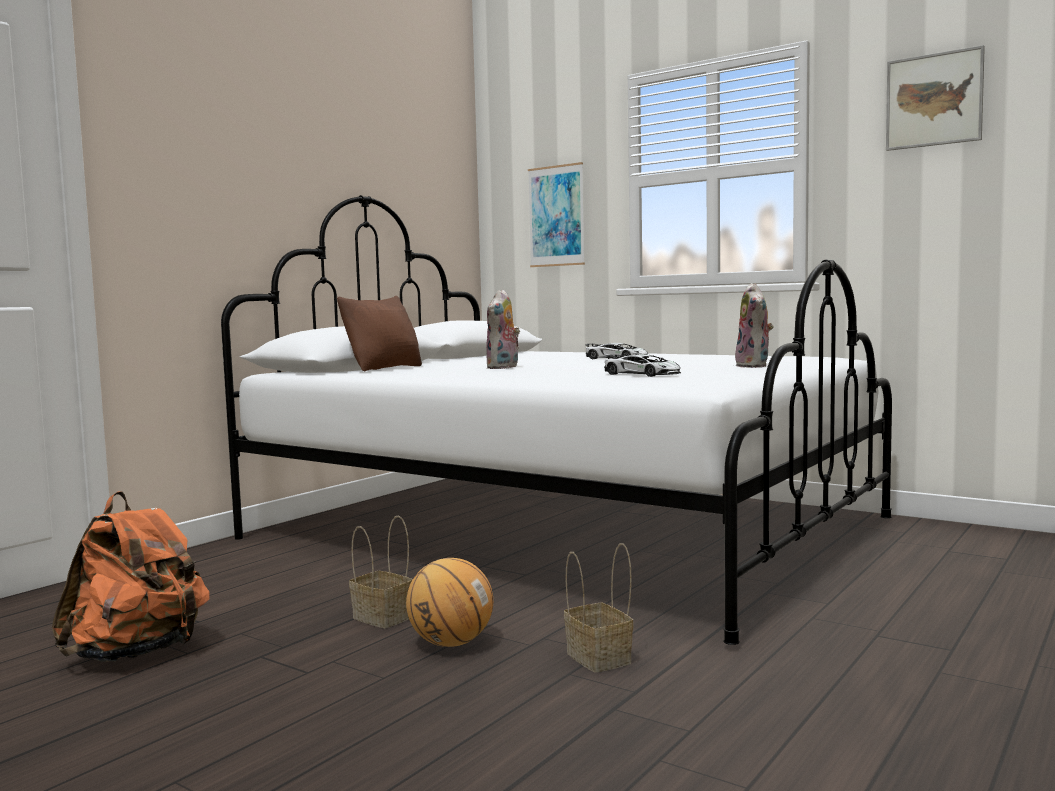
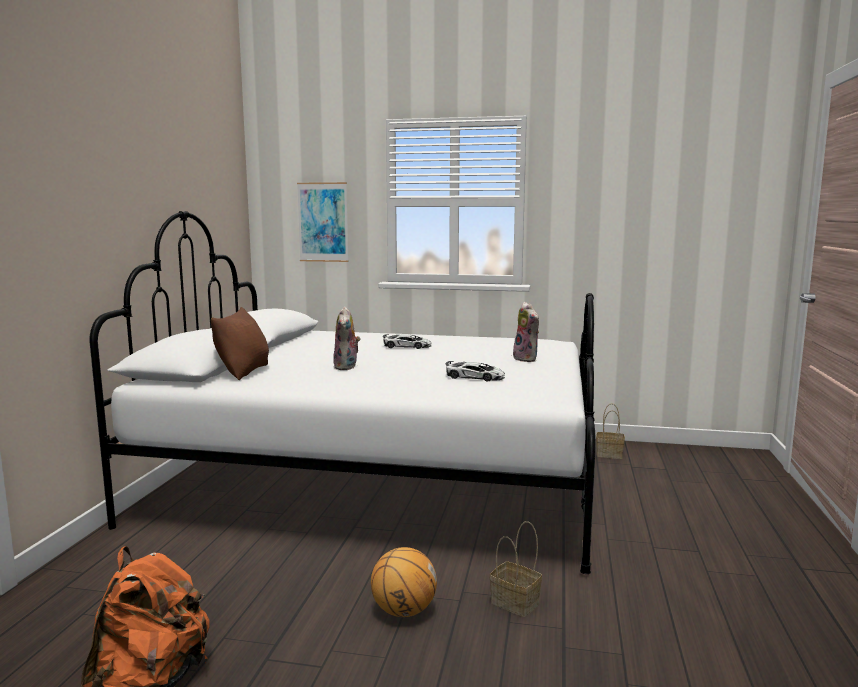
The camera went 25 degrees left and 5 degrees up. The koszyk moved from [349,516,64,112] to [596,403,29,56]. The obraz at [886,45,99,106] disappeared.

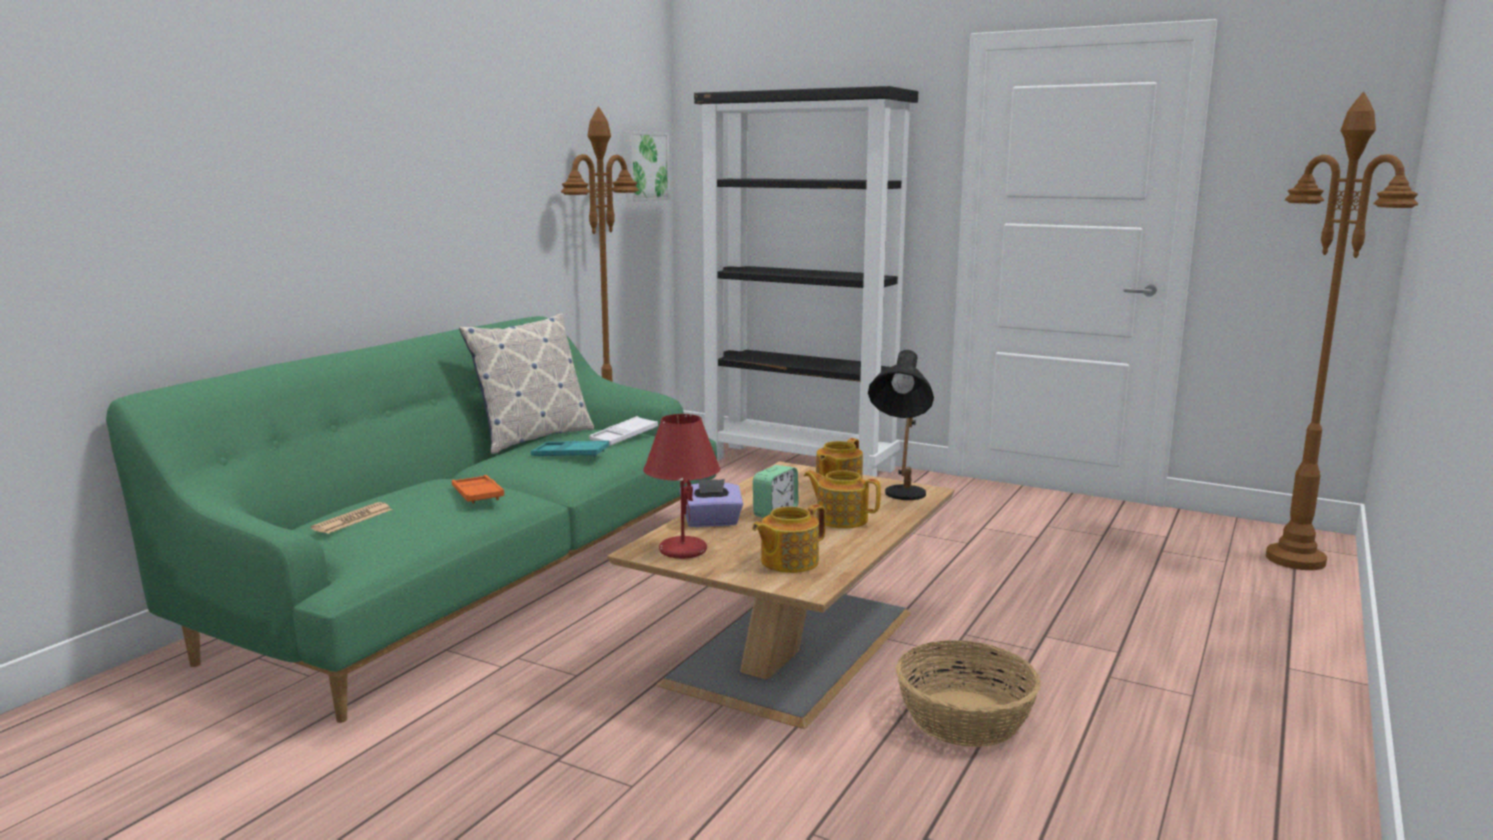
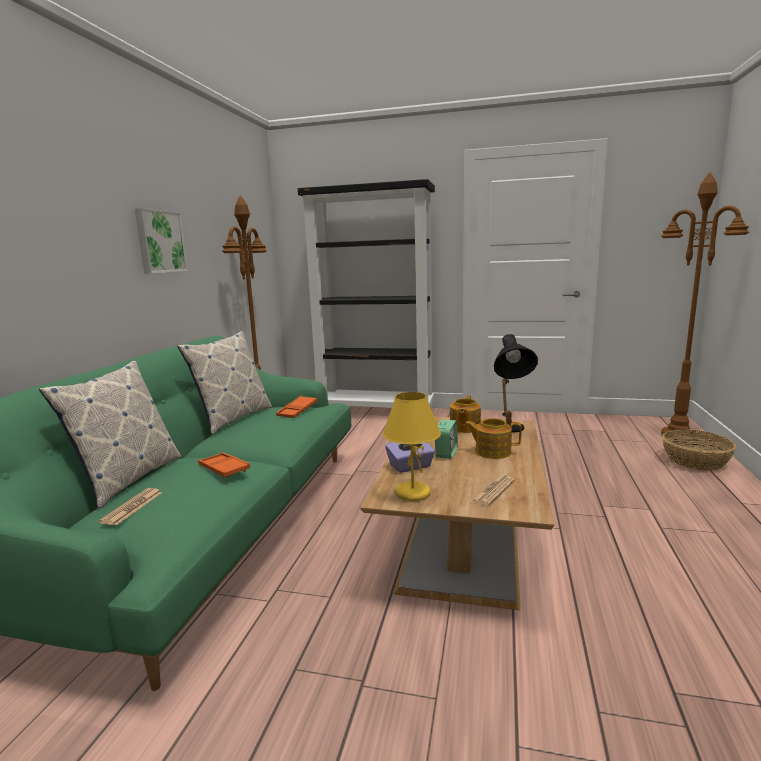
The camera went 15 degrees left and 0 degrees up. The poduszka at [39,361,142,148] appeared. The obraz moved from [624,131,46,71] to [135,208,53,66]. The taca/biały at [589,416,69,30] became the taca/pomarańczowy at [276,396,42,22]. The lampa stołowa/czerwony at [643,414,77,145] became the lampa stołowa/żółty at [383,392,58,109]. The imbryk at [752,504,74,69] was replaced by the gazeta at [471,475,44,31]. The koszyk moved from [896,640,145,107] to [662,429,74,42]. The taca/turkusowy at [531,441,78,16] disappeared.

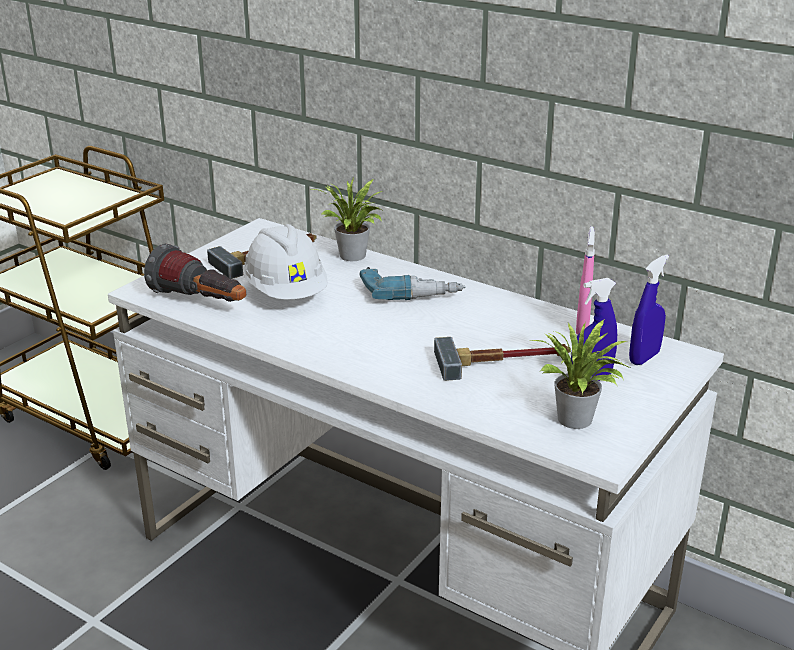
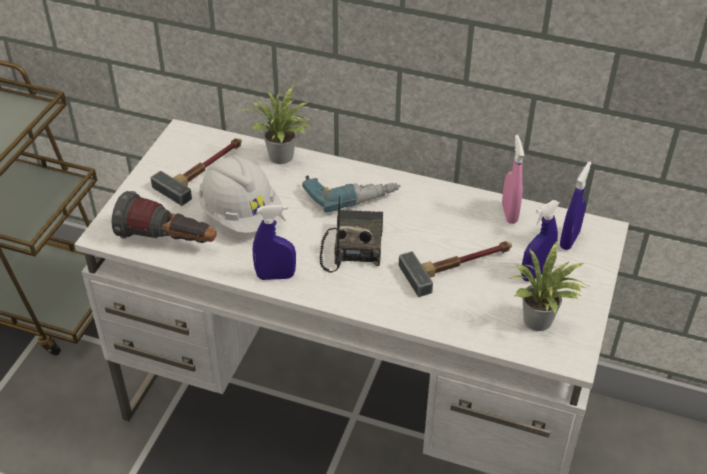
The camera went 15 degrees left and 15 degrees up. The spryskiwacz/niebieski at [253,205,43,75] appeared. The radio at [320,196,63,77] appeared.

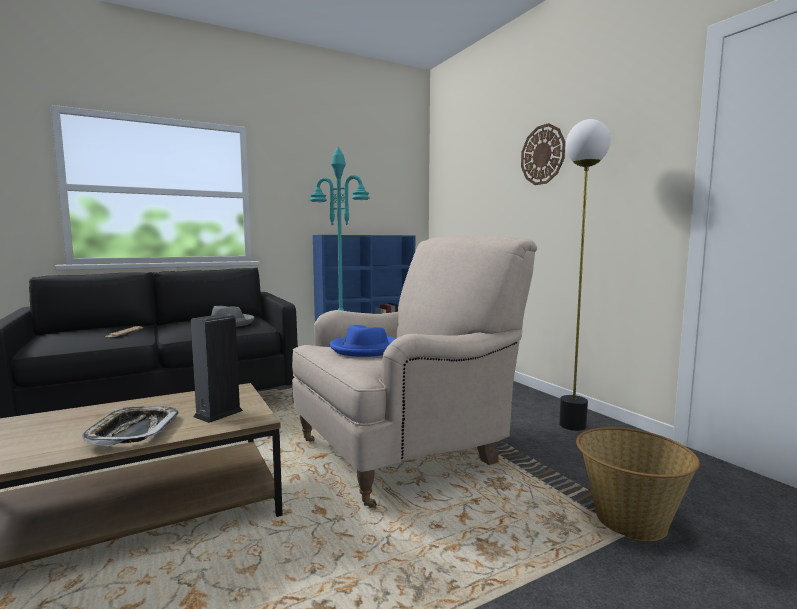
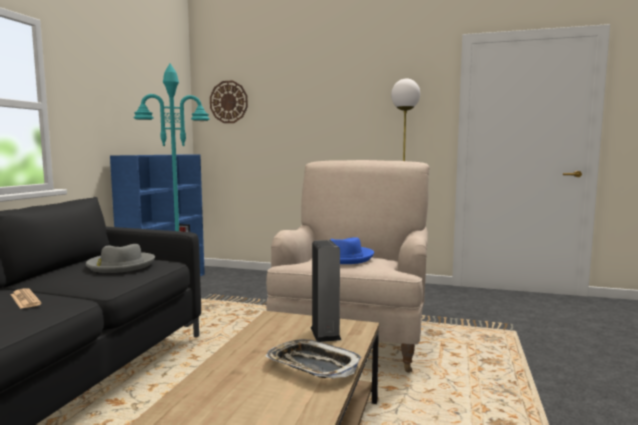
The camera went 45 degrees left and 0 degrees up. The zegar ścienny moved from [521,123,44,62] to [210,81,38,42]. The koszyk at [576,427,124,114] disappeared.

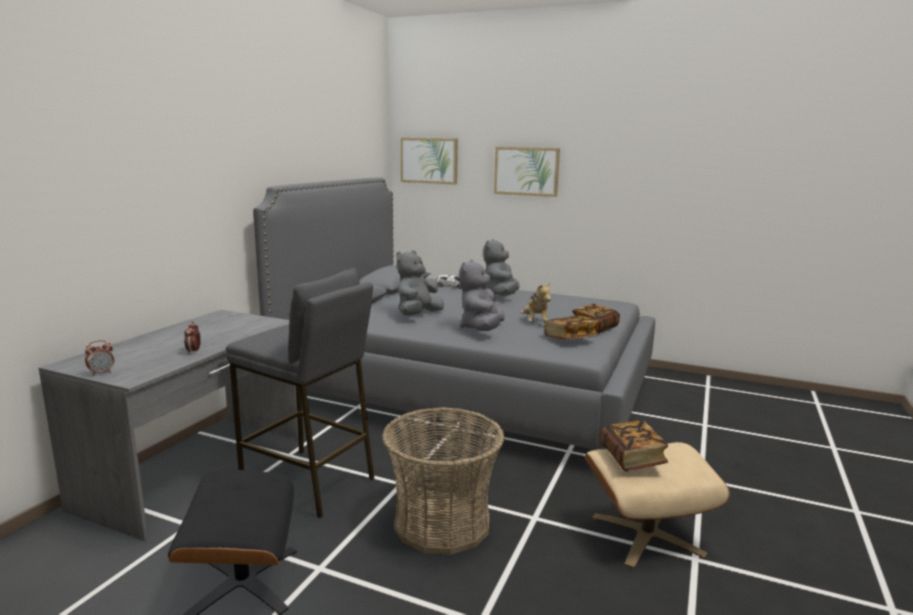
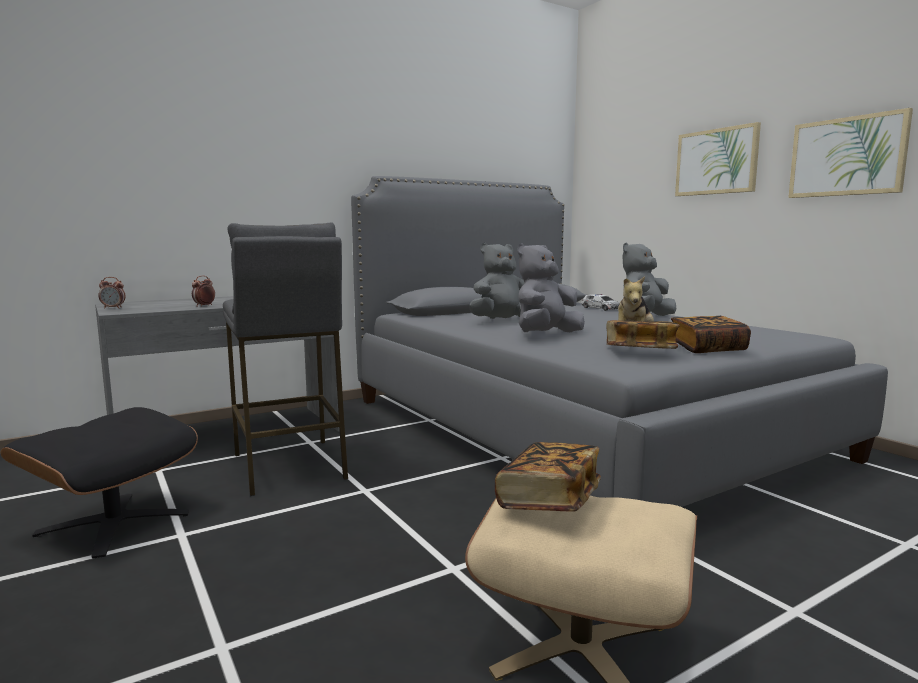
The camera went 35 degrees right and 5 degrees down. The obraz moved from [400,138,58,47] to [788,108,125,90]. The koszyk at [382,407,123,148] disappeared.

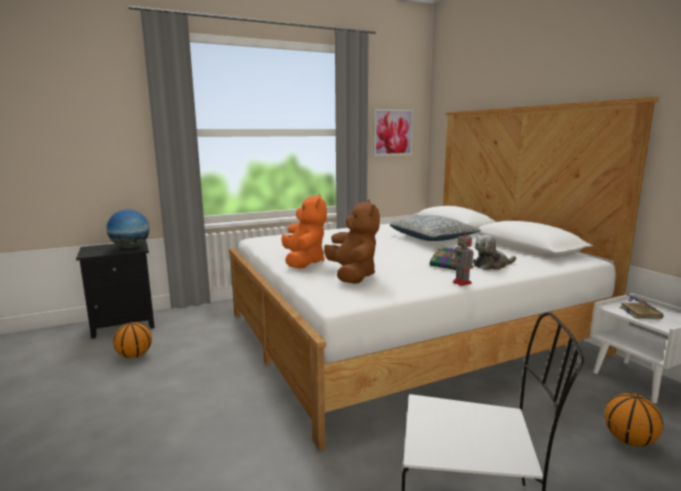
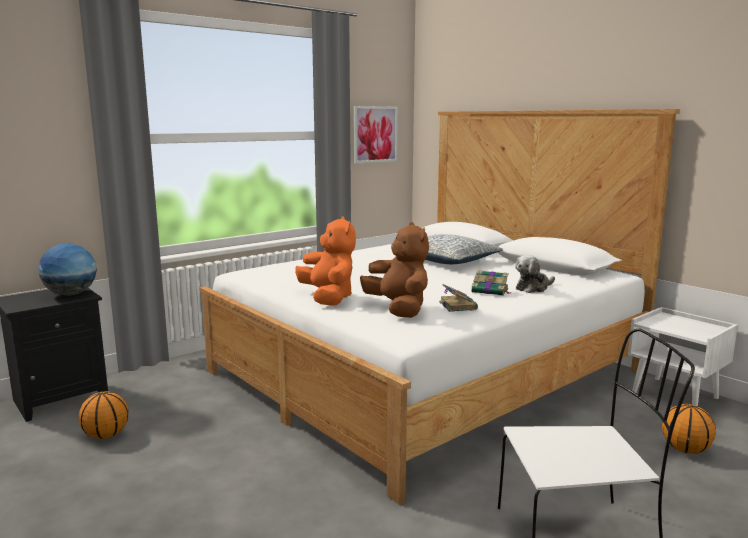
The camera went 15 degrees left and 0 degrees up. The książka moved from [619,292,45,27] to [439,284,39,28]. The robot zabawkowy at [451,231,25,55] disappeared.

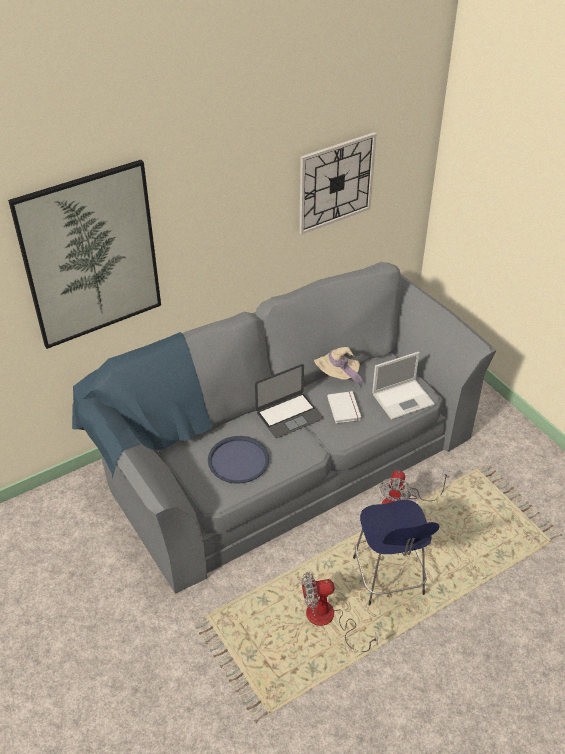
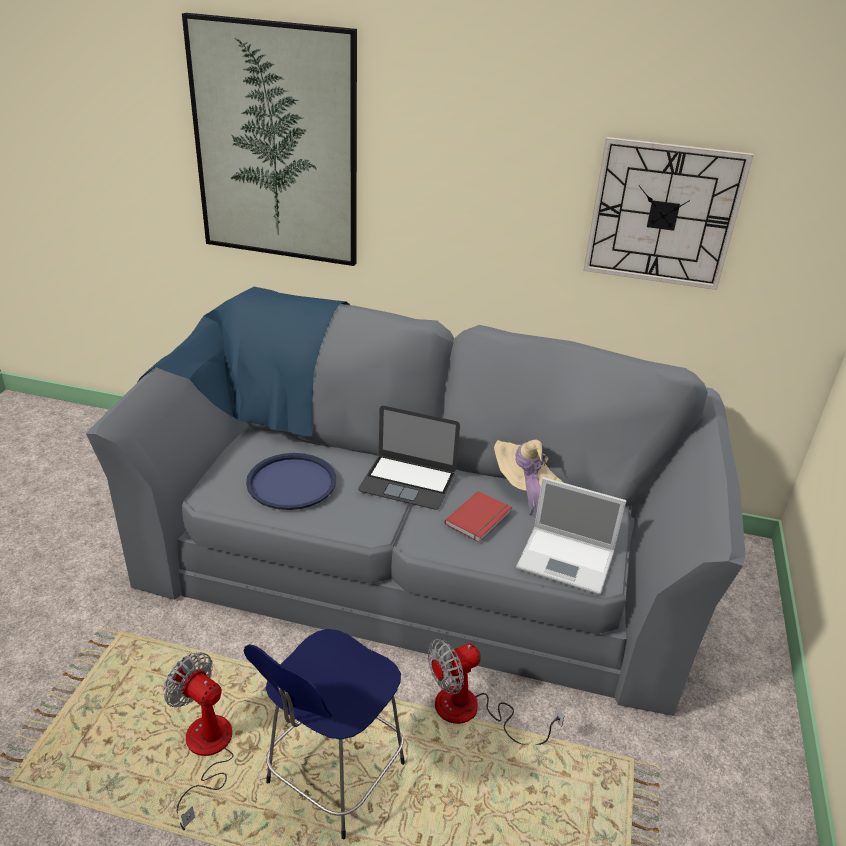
The camera went 45 degrees right and 10 degrees down. The książka/biały at [327,391,34,32] became the książka/czerwony at [444,491,68,51].

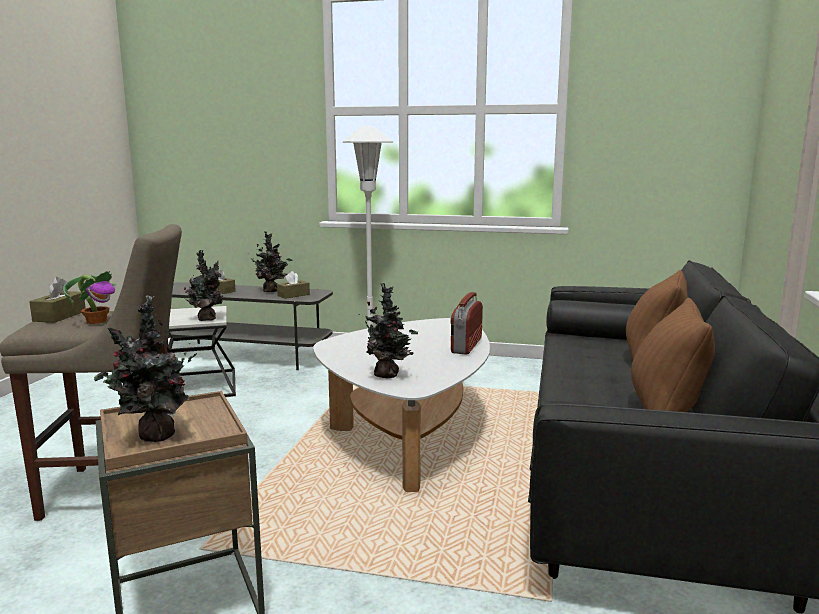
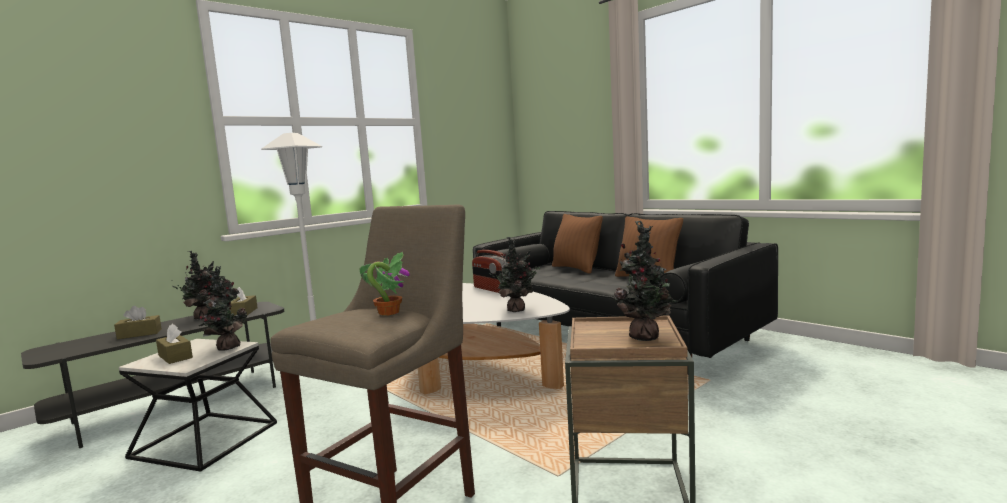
The camera went 55 degrees left and 5 degrees down. The pudełko chusteczek/brązowy moved from [29,277,57,46] to [156,324,37,40].

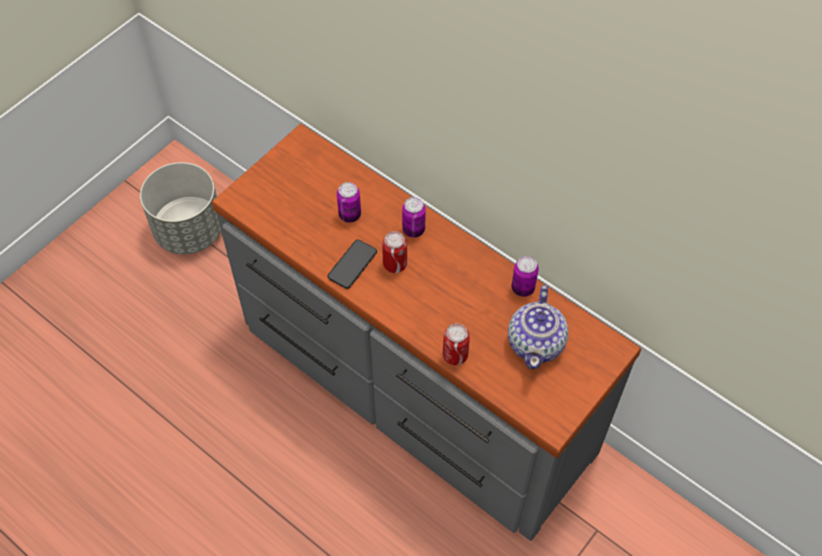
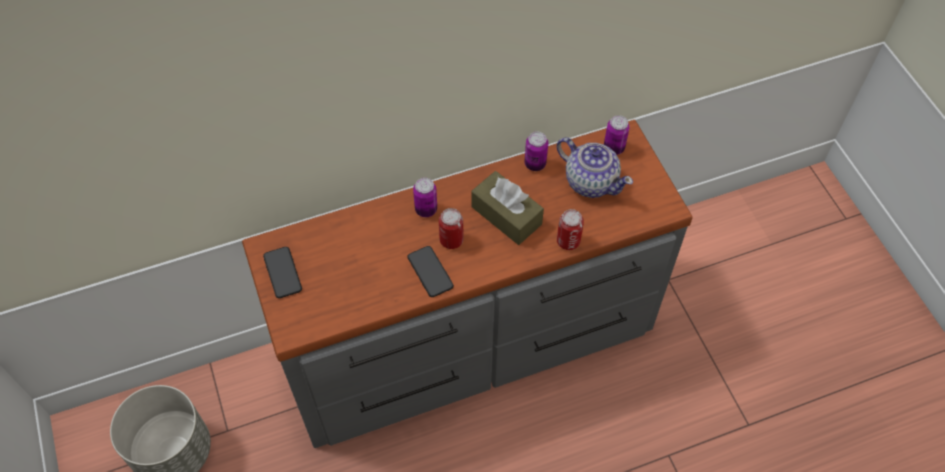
The camera went 60 degrees left and 0 degrees up. The telefon at [263,247,39,51] appeared. The pudełko chusteczek/brązowy at [472,171,72,74] appeared. The puszka moved from [337,182,24,41] to [604,115,26,40].

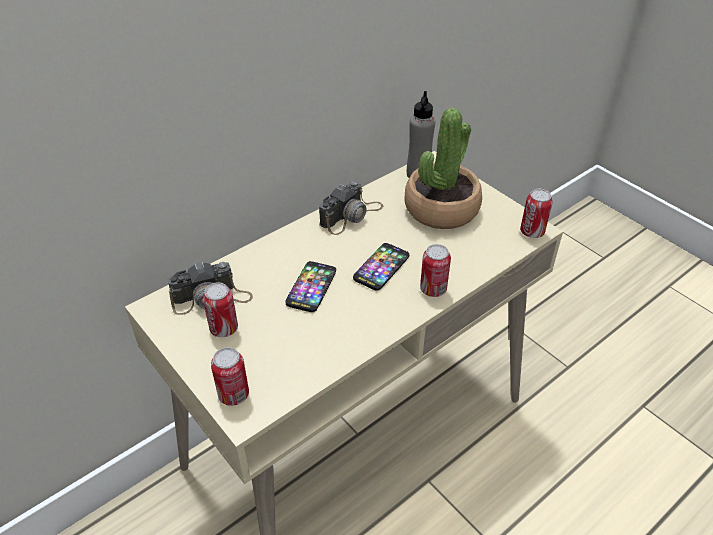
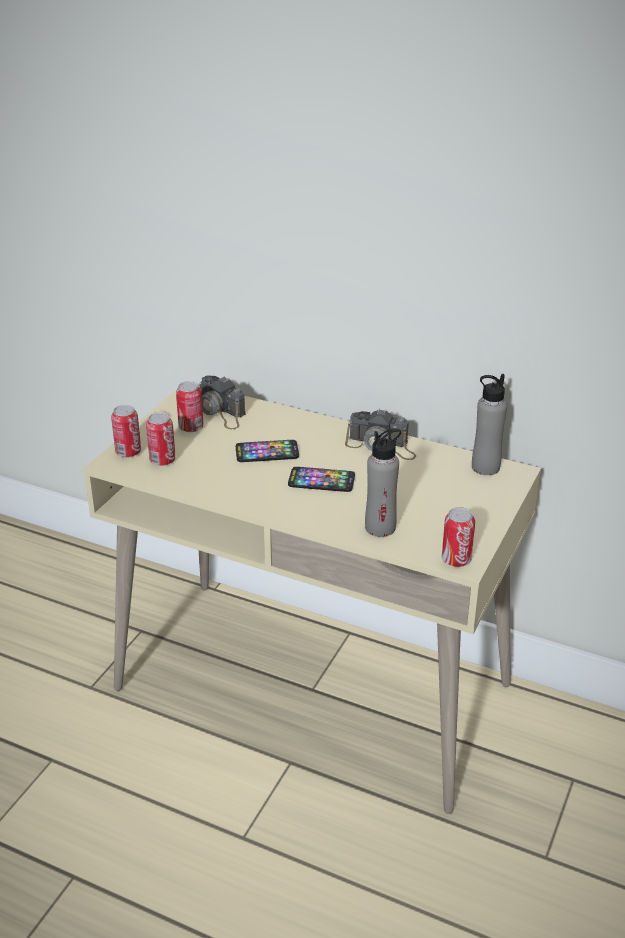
The camera went 65 degrees right and 10 degrees down. The puszka moved from [420,244,31,53] to [146,412,30,54]. The butelka/szary at [365,428,36,109] appeared. The roślina doniczkowa at [404,108,78,121] disappeared.

